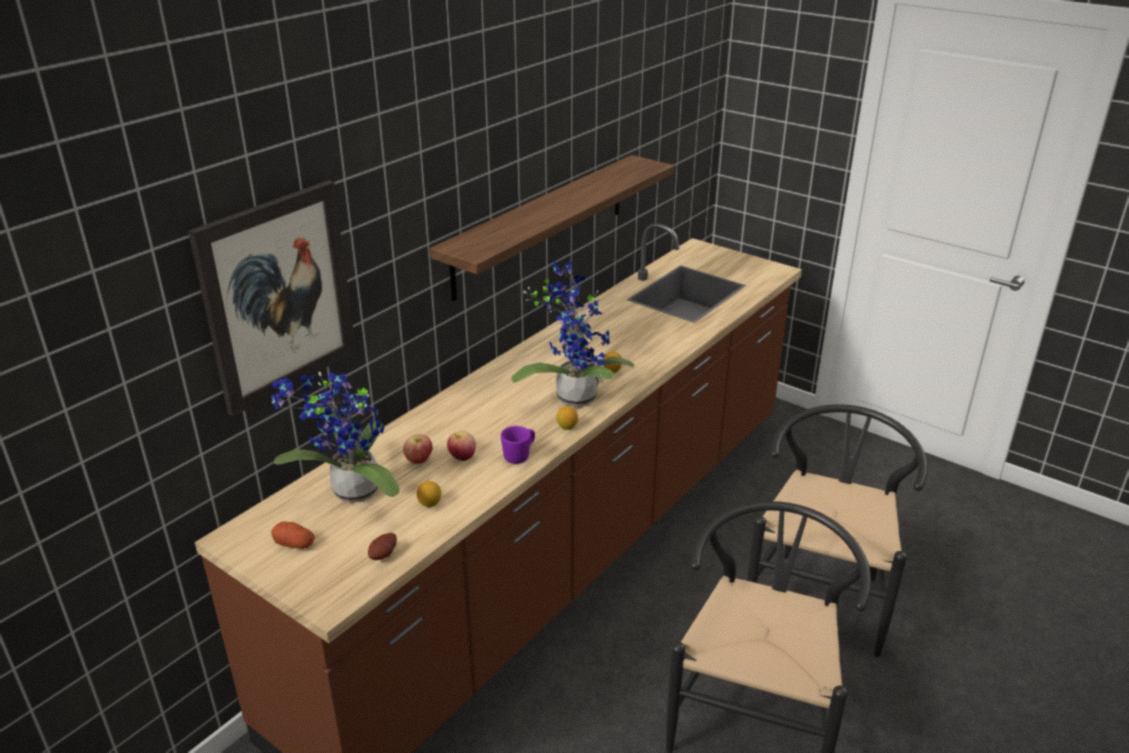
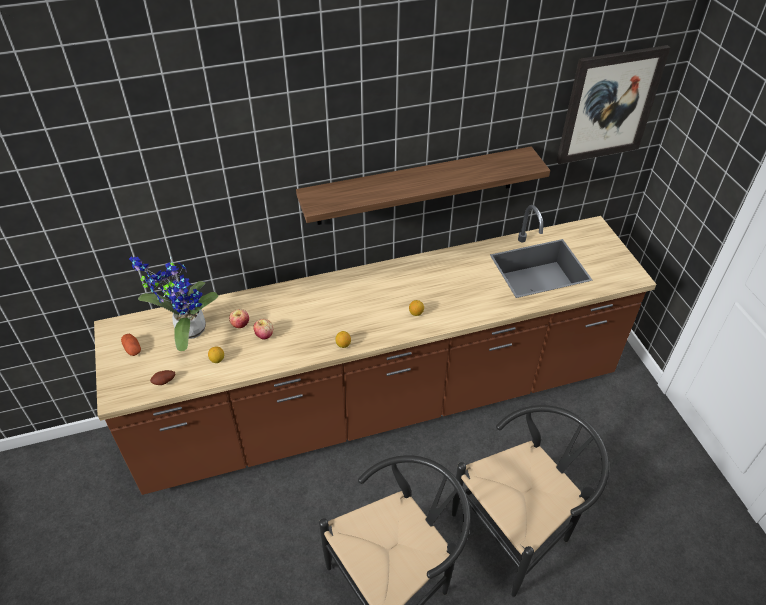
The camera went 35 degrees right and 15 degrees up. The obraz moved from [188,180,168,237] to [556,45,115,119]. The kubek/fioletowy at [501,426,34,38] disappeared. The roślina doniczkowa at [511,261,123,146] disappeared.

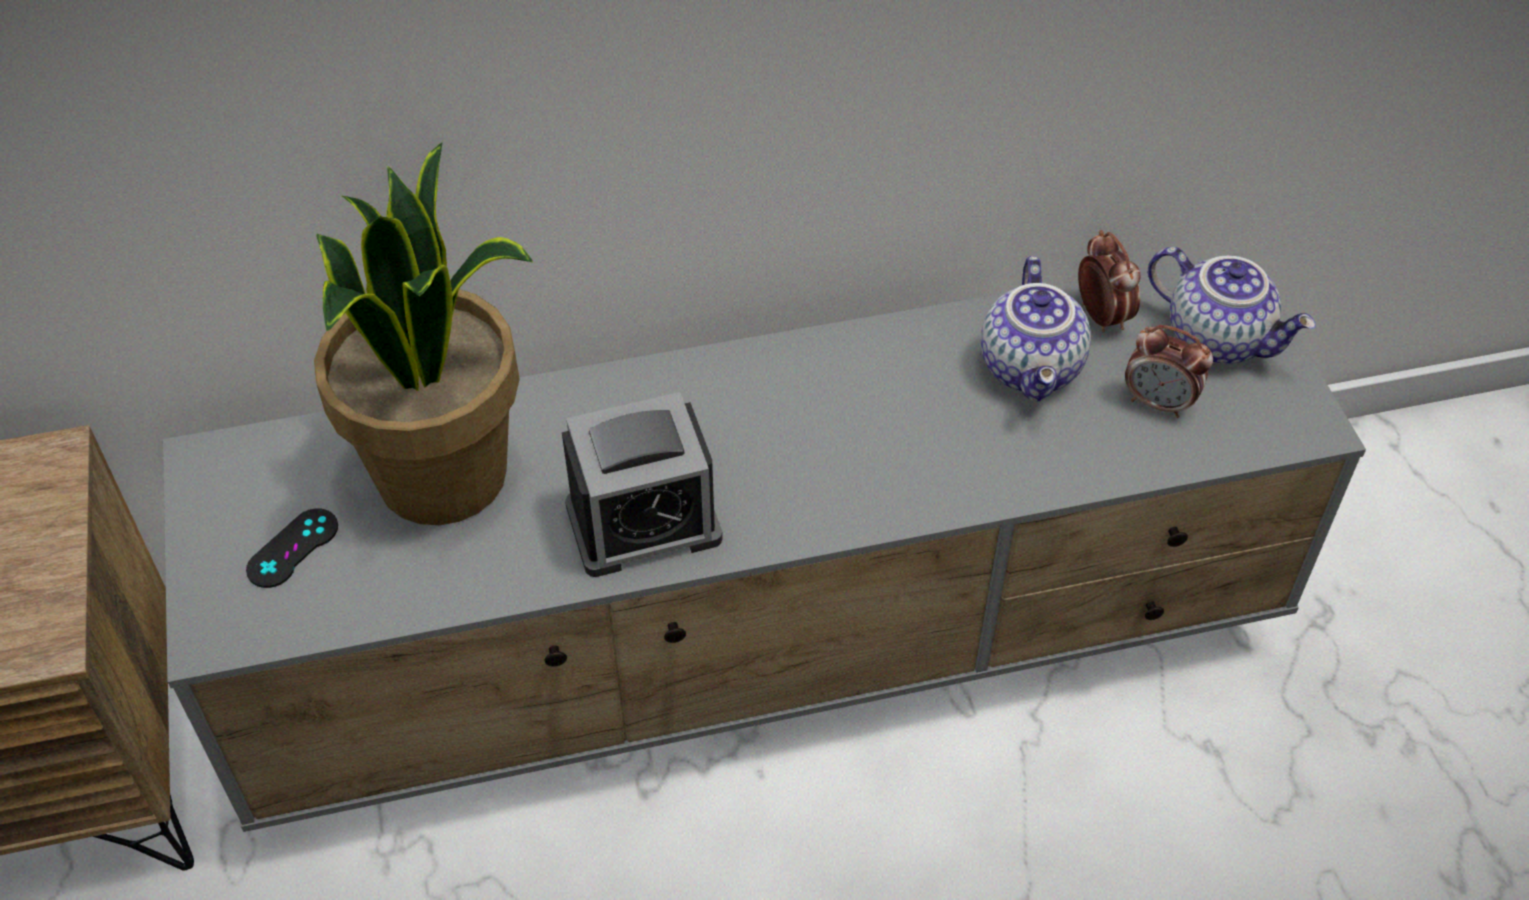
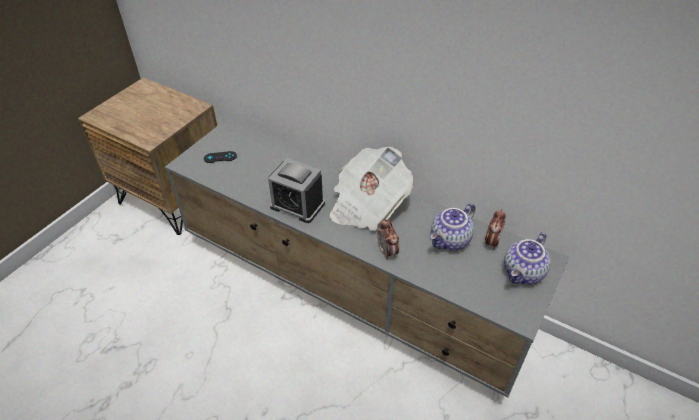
The camera went 45 degrees right and 5 degrees down. The gazeta at [330,147,83,84] appeared. The budzik moved from [1125,325,88,93] to [378,219,21,41]. The imbryk at [1147,247,169,117] turned 45 degrees clockwise. The roślina doniczkowa at [314,142,219,383] disappeared.

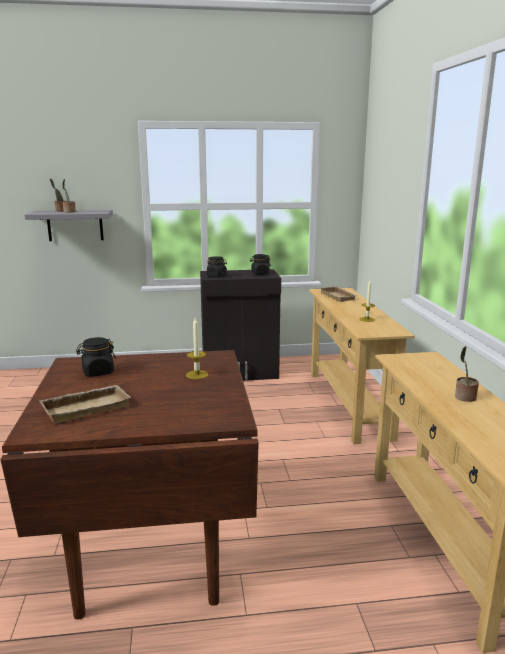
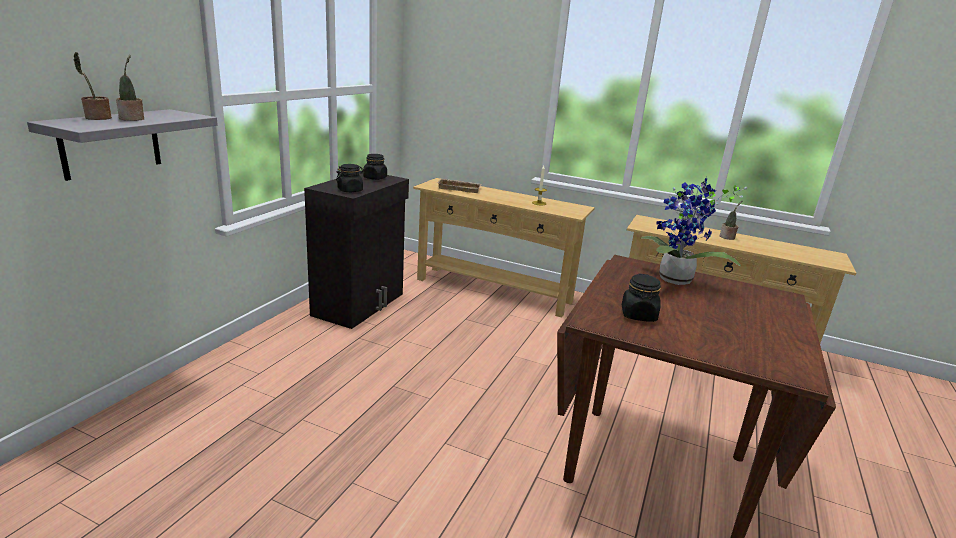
The camera went 60 degrees left and 5 degrees up. The świeca at [186,318,22,61] was replaced by the roślina doniczkowa at [641,176,106,109]. The taca/beżowy at [39,385,92,38] disappeared.

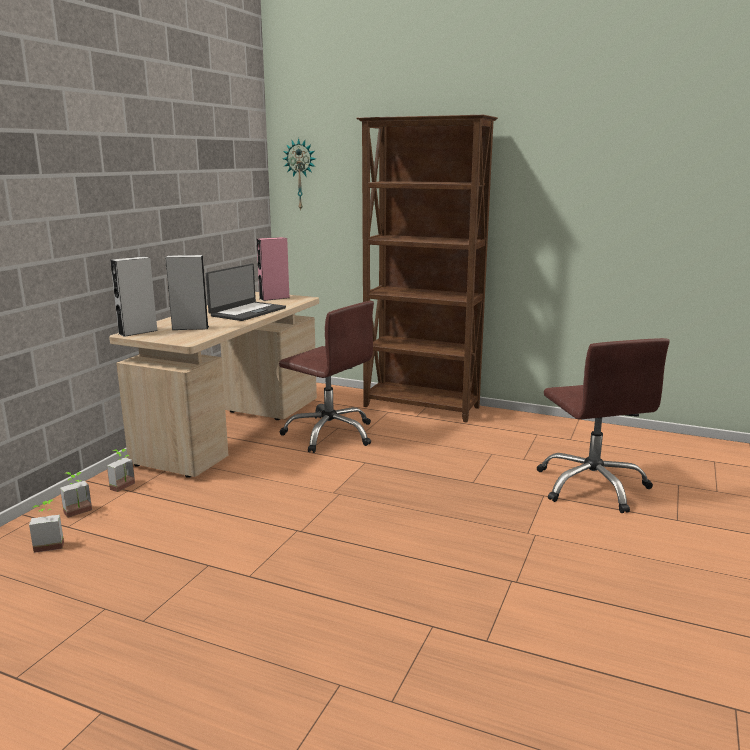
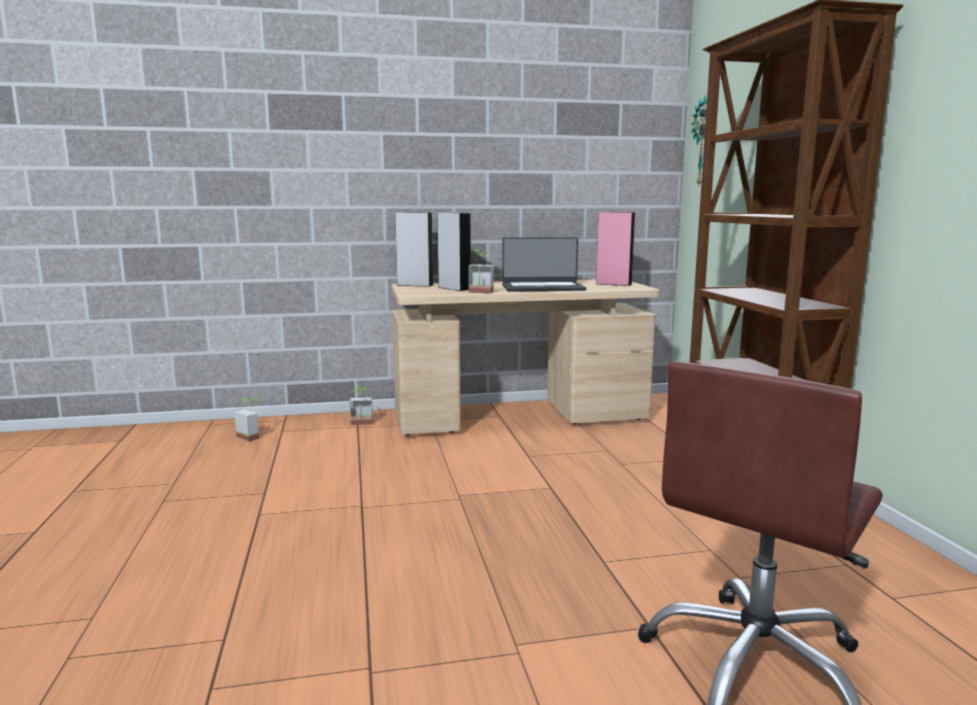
The camera went 55 degrees right and 5 degrees down. The roślina doniczkowa moved from [60,472,32,46] to [468,249,26,44]. The krzesło biurowe/brązowy at [279,301,95,152] disappeared.

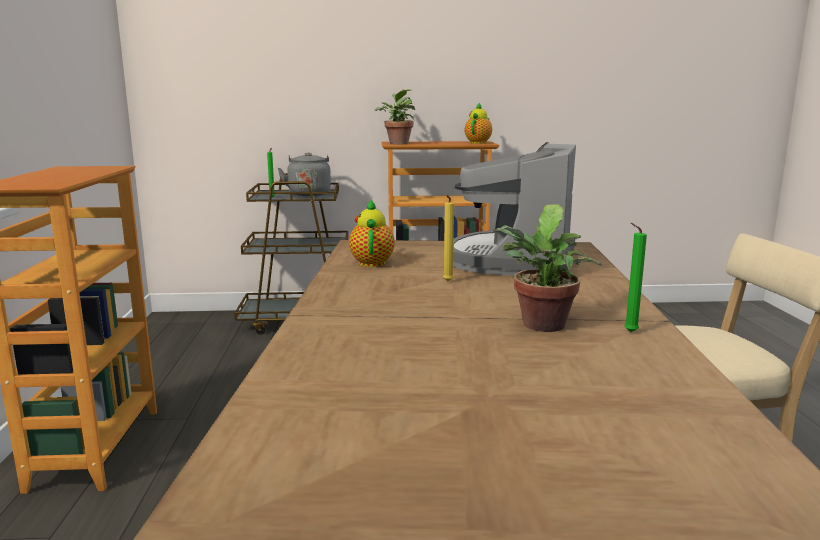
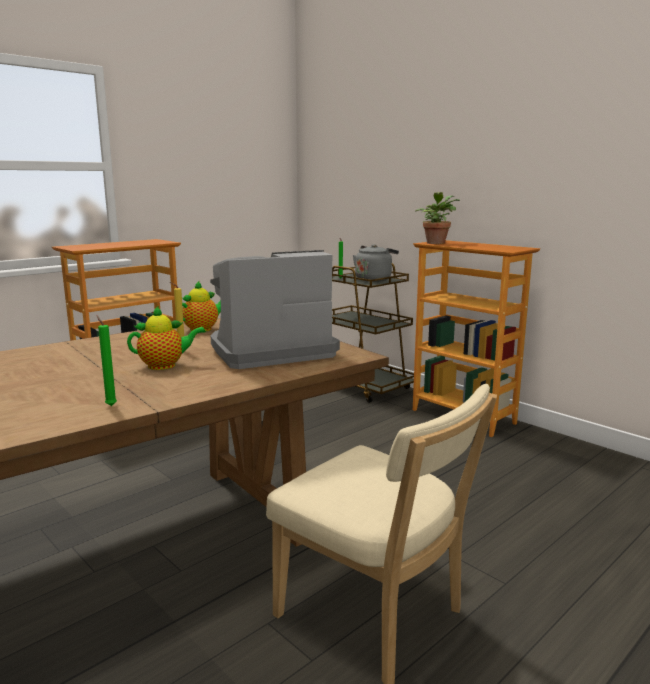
The camera went 50 degrees right and 0 degrees up. The imbryk moved from [465,102,27,42] to [127,306,79,64]. The roślina doniczkowa at [493,204,109,128] disappeared.

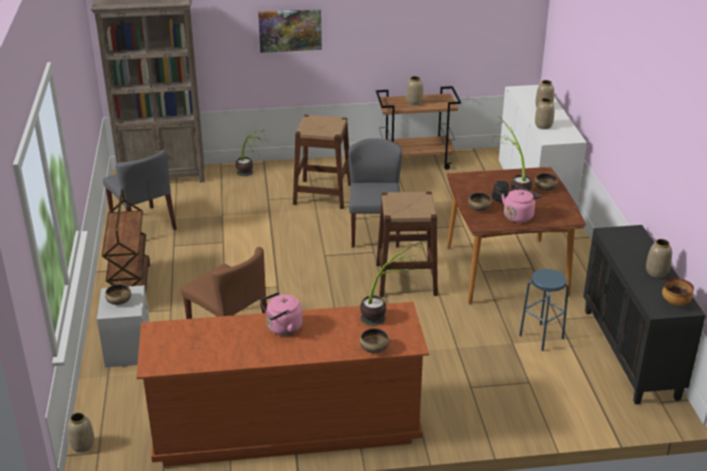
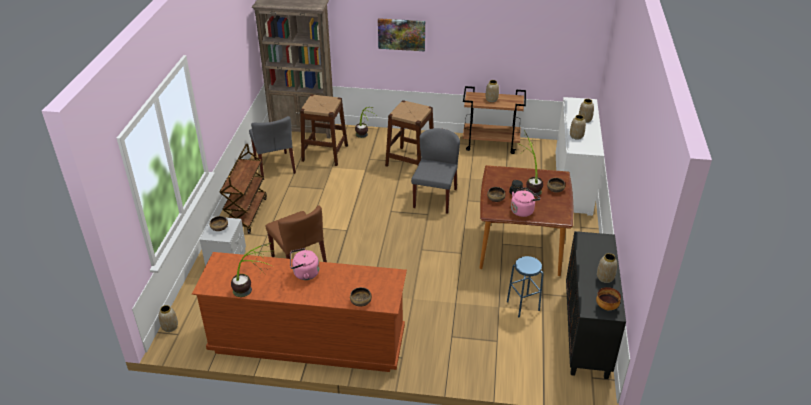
The camera went 15 degrees right and 5 degrees up. The roślina doniczkowa moved from [360,241,66,85] to [231,243,42,54]. The stołek/brązowy moved from [376,192,62,105] to [300,94,48,72].

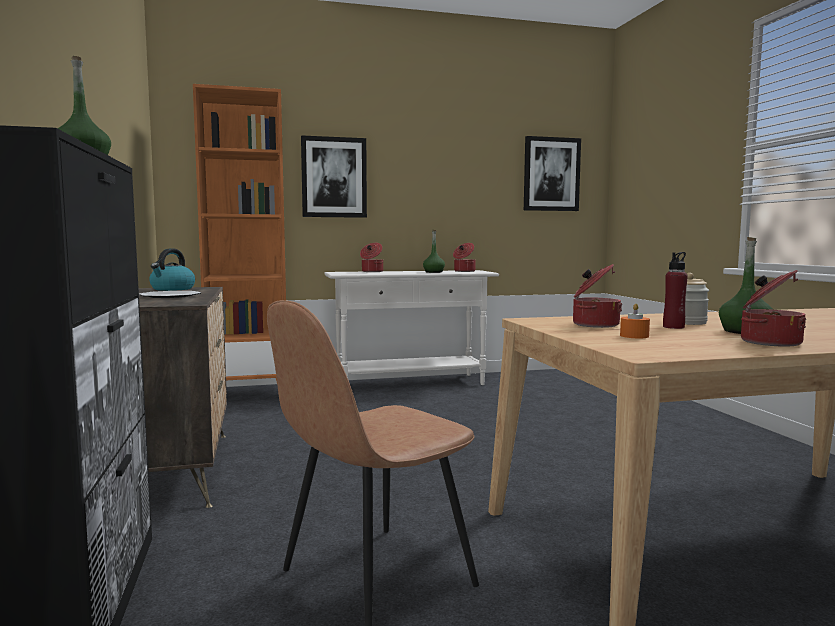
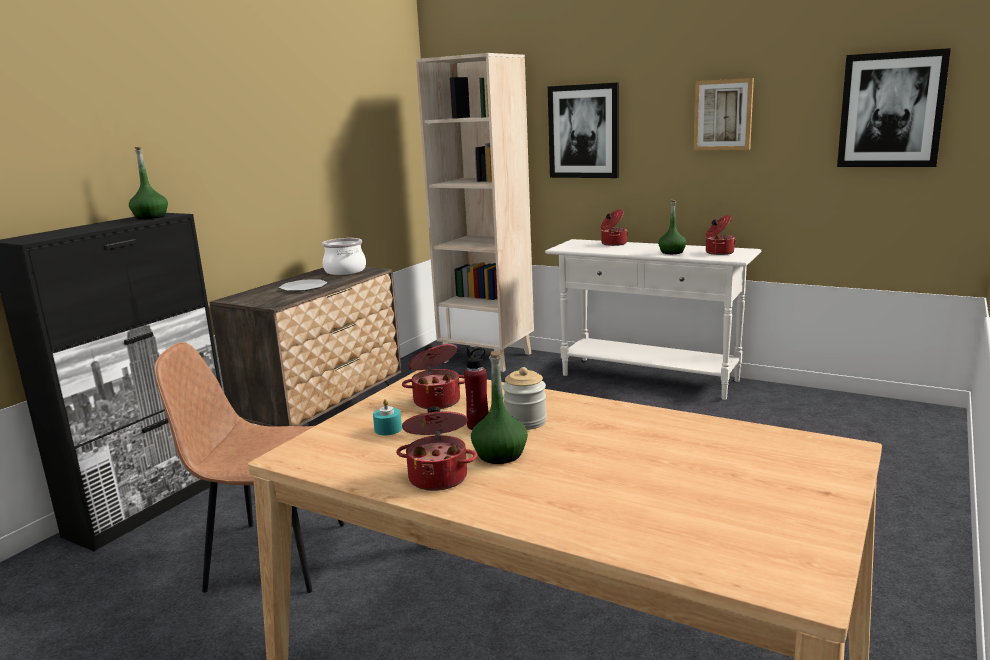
The camera went 45 degrees right and 10 degrees up. The czajnik at [149,248,46,43] was replaced by the garnek at [322,238,44,37]. The świeca/pomarańczowy at [620,303,30,35] became the świeca/turkusowy at [373,399,29,36]. The regał/pomarańczowy at [193,84,93,297] became the regał/beżowy at [416,53,118,319]. The obraz at [694,78,60,72] appeared.

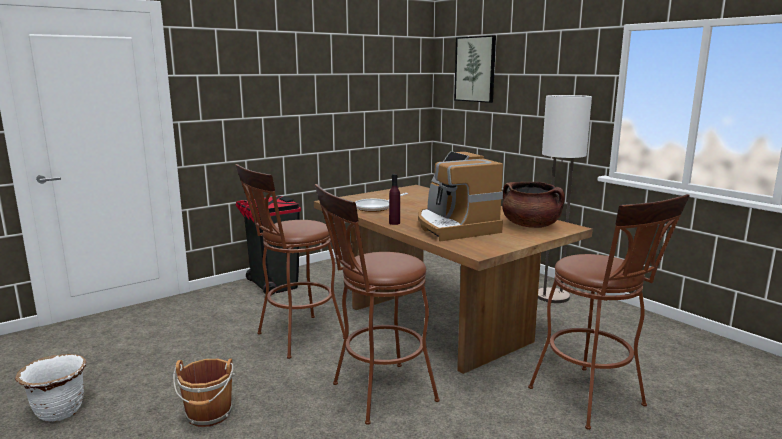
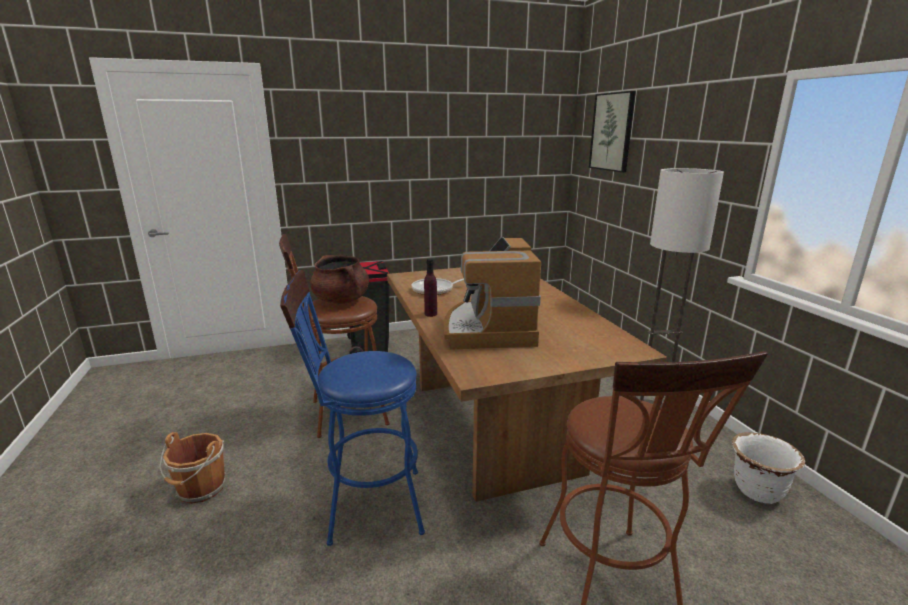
The camera went 20 degrees right and 5 degrees up. The stołek/brązowy at [315,184,125,241] became the stołek/niebieski at [280,270,145,276]. The garnek/brązowy moved from [502,182,63,46] to [310,255,59,49]. The donica/biały moved from [15,354,71,68] to [732,432,73,72].

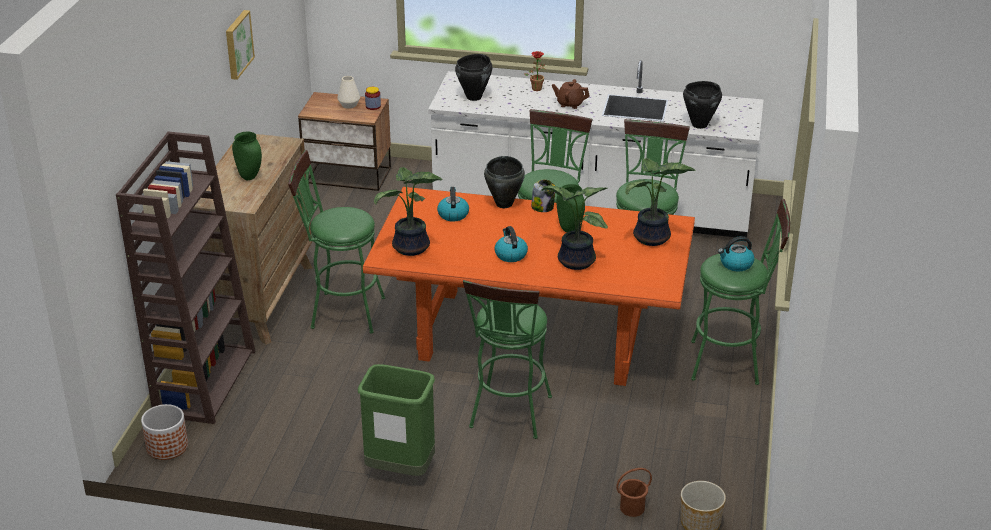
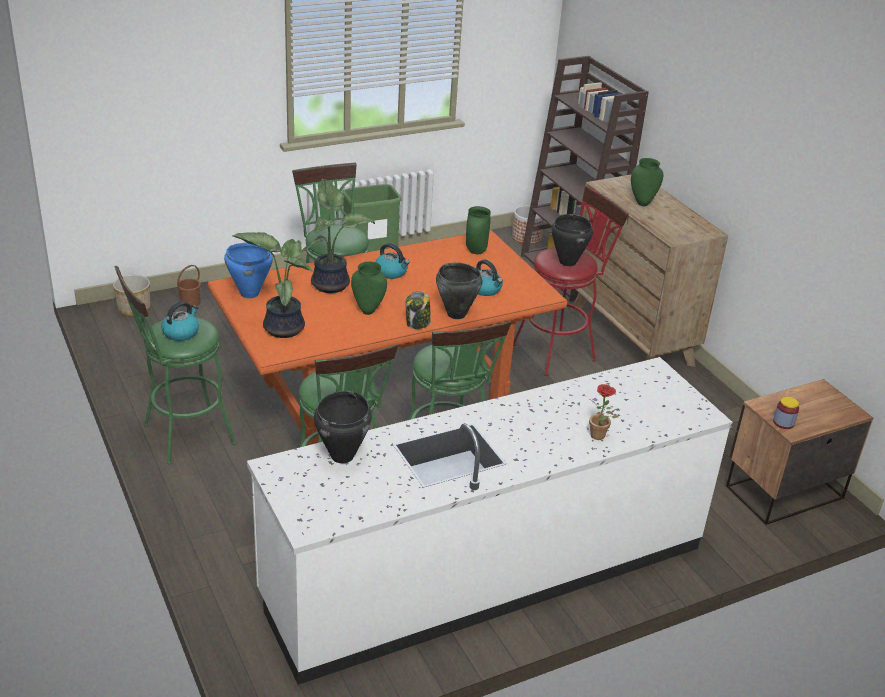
The camera went 140 degrees right and 0 degrees up. The garnek/niebieski at [224,243,49,55] appeared. The roślina doniczkowa at [374,167,69,89] was replaced by the wazon/zielony at [466,206,25,48]. The stołek/zielony at [288,150,97,184] became the stołek/czerwony at [513,186,116,190]. The garnek/czarny moved from [455,54,37,47] to [551,214,42,52]. The obraz at [226,10,29,70] disappeared. The wazon/biały at [337,76,23,33] disappeared. The imbryk/brązowy at [552,79,38,30] disappeared.

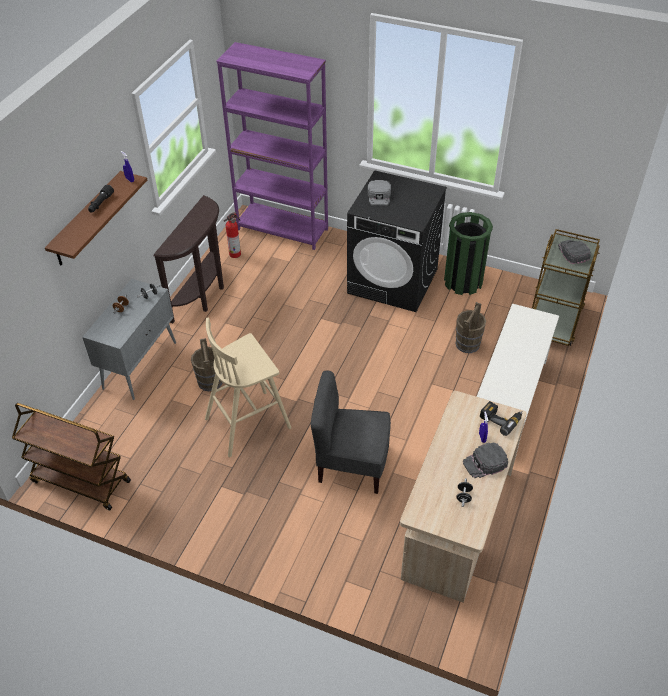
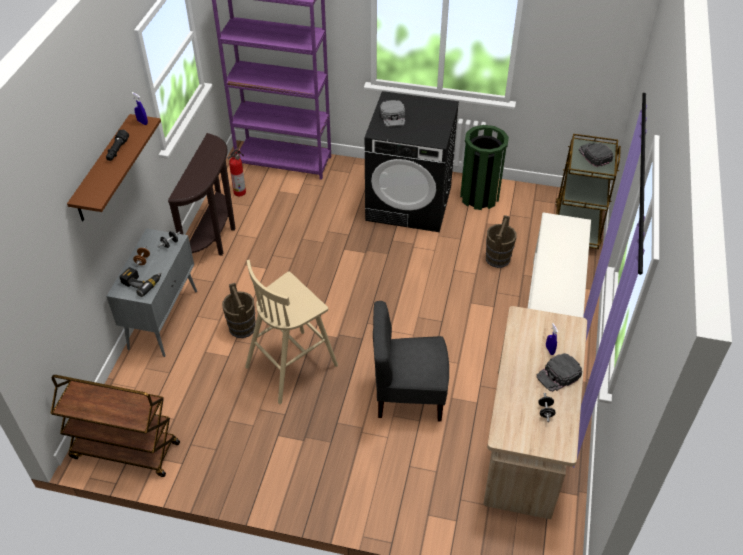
The camera went 10 degrees left and 0 degrees up. The wiertarka moved from [480,401,43,35] to [120,267,42,30].

